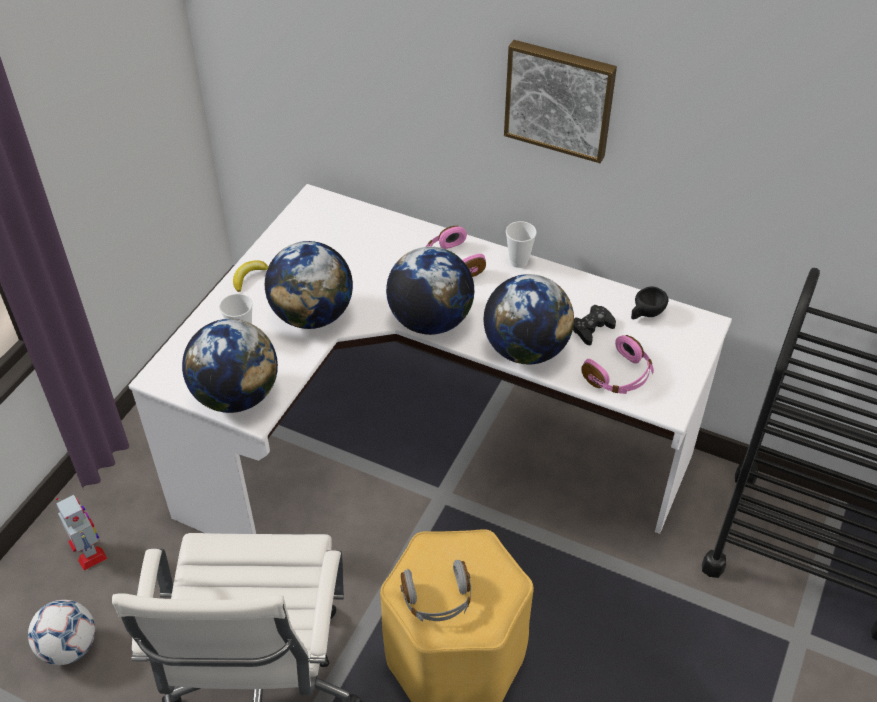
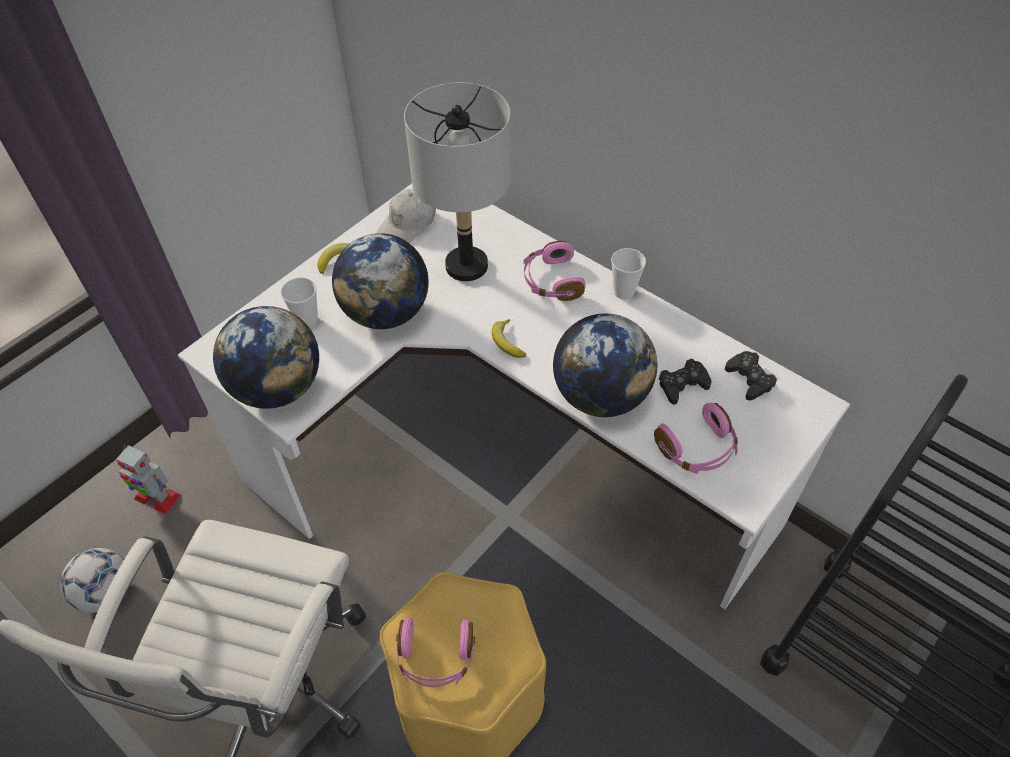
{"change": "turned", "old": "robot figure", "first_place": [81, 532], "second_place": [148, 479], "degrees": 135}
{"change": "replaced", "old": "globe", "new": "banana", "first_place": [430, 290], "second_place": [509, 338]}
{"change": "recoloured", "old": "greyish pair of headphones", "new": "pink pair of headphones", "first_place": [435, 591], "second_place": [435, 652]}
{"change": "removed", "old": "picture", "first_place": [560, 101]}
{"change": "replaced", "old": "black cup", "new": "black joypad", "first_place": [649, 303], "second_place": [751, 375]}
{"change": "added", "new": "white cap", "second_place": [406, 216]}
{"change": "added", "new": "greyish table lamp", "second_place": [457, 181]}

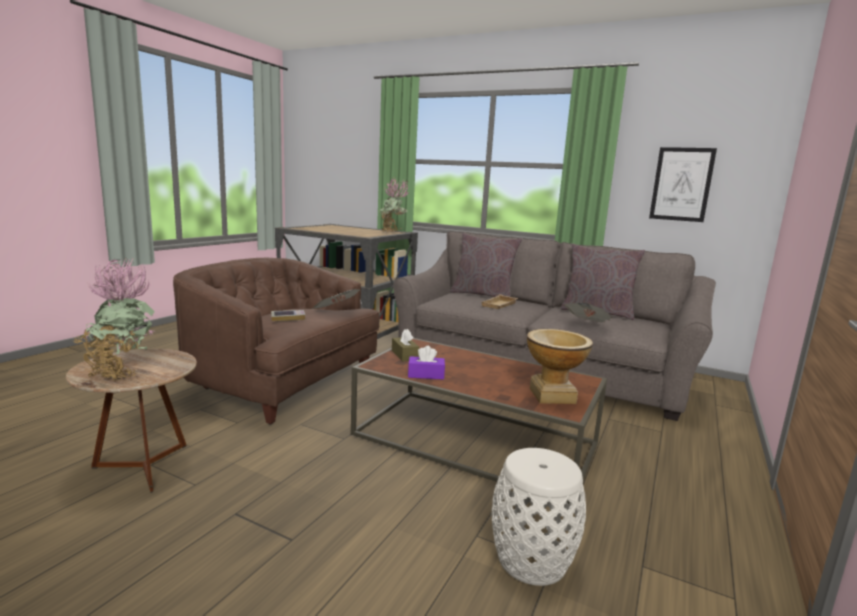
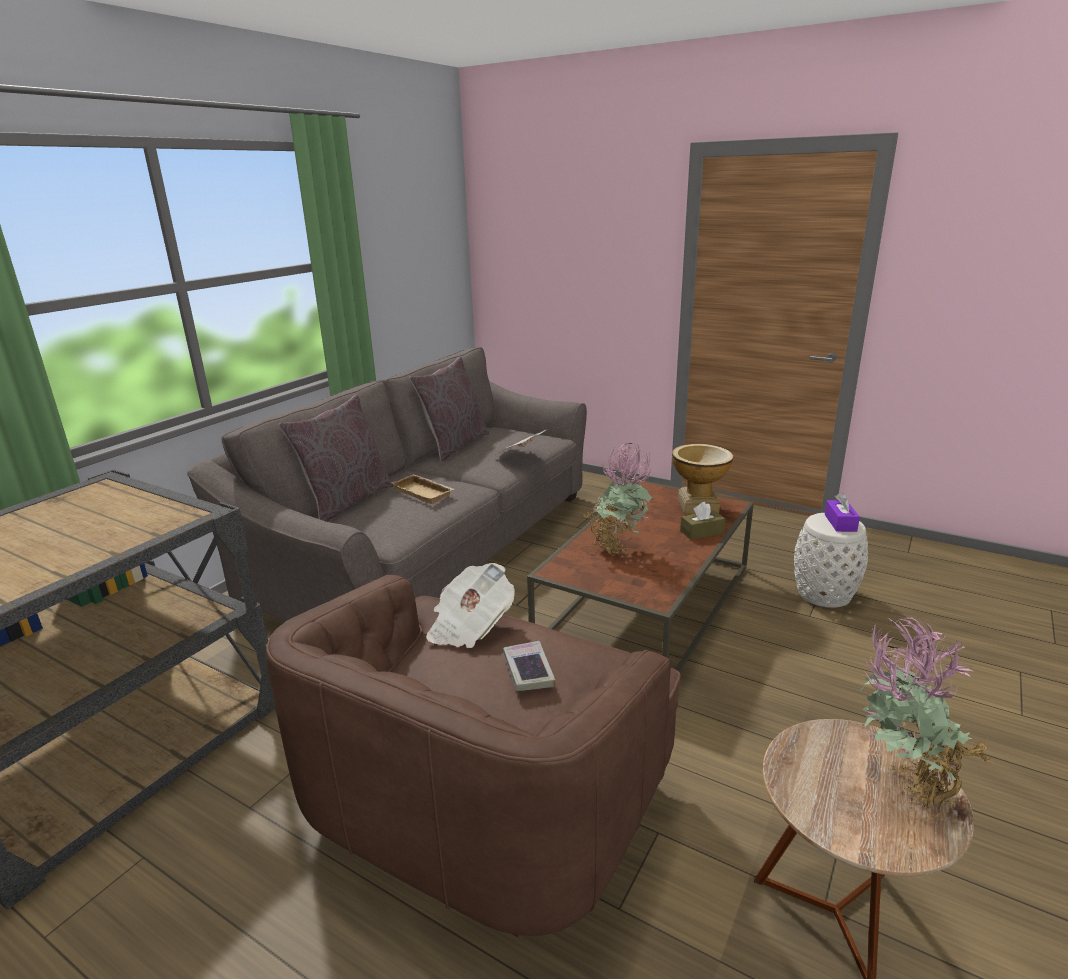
{"change": "moved", "old": "plant in a pot", "first_place": [393, 205], "second_place": [617, 499]}
{"change": "moved", "old": "brown box of tissues", "first_place": [405, 345], "second_place": [702, 521]}
{"change": "moved", "old": "purple-coloured box of tissues", "first_place": [426, 363], "second_place": [842, 512]}
{"change": "removed", "old": "picture", "first_place": [683, 184]}

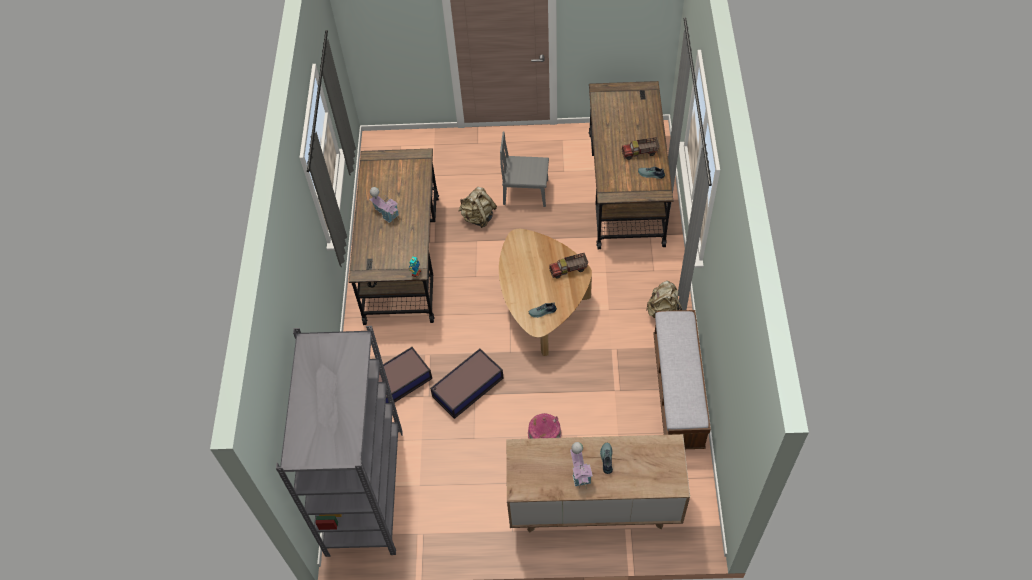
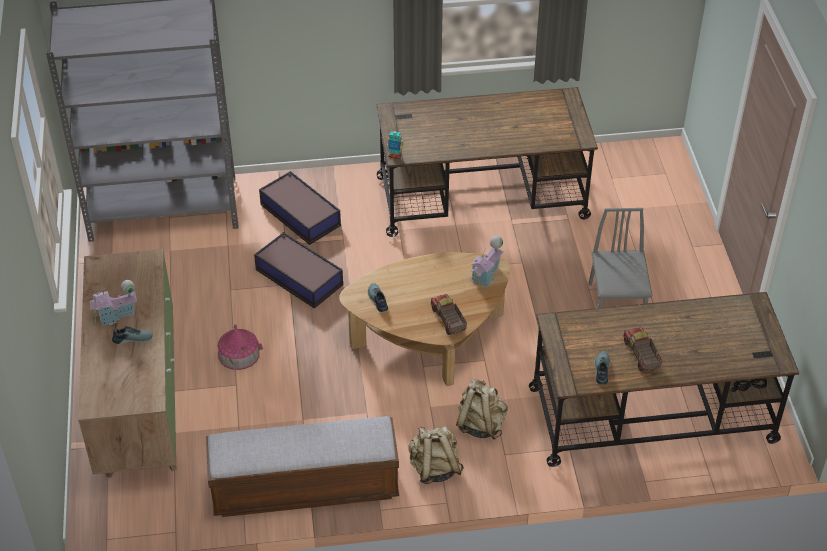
{"change": "moved", "old": "miniature house", "first_place": [384, 205], "second_place": [487, 262]}
{"change": "moved", "old": "beige-coloured rucksack", "first_place": [477, 207], "second_place": [482, 409]}

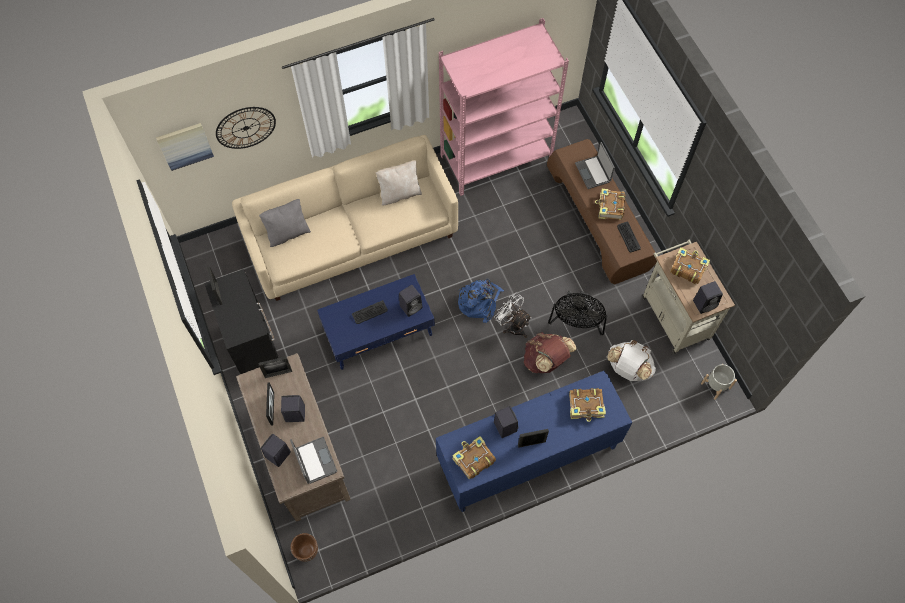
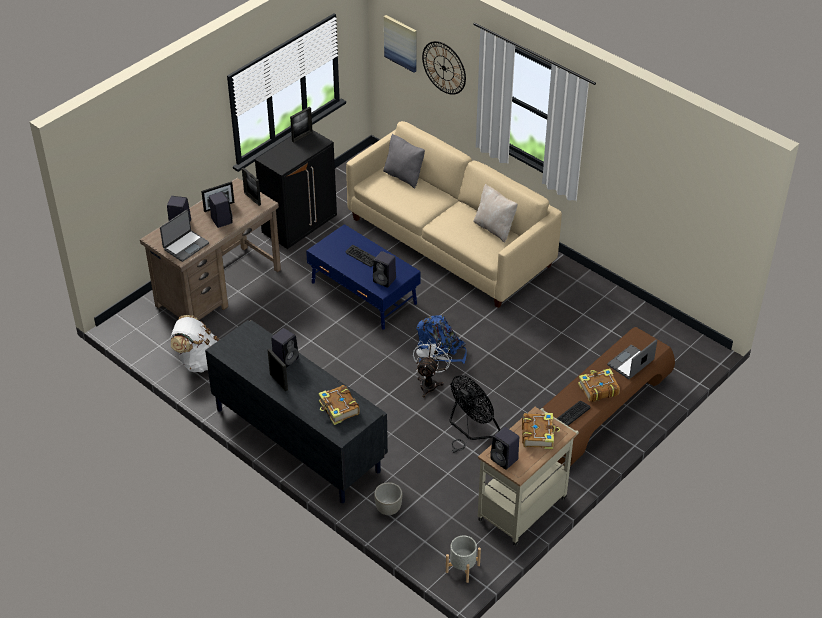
{"change": "removed", "old": "brown plant pot", "first_place": [304, 547]}
{"change": "recoloured", "old": "bluish cupboard", "new": "black cupboard", "first_place": [534, 441], "second_place": [296, 411]}
{"change": "removed", "old": "pink bookcase", "first_place": [504, 107]}
{"change": "removed", "old": "bound book", "first_place": [474, 458]}
{"change": "removed", "old": "brown rucksack", "first_place": [550, 352]}
{"change": "turned", "old": "black electric fan", "first_place": [578, 313], "second_place": [474, 414], "degrees": 150}
{"change": "moved", "old": "white rucksack", "first_place": [631, 360], "second_place": [195, 344]}
{"change": "added", "new": "greyish plant pot", "second_place": [388, 498]}

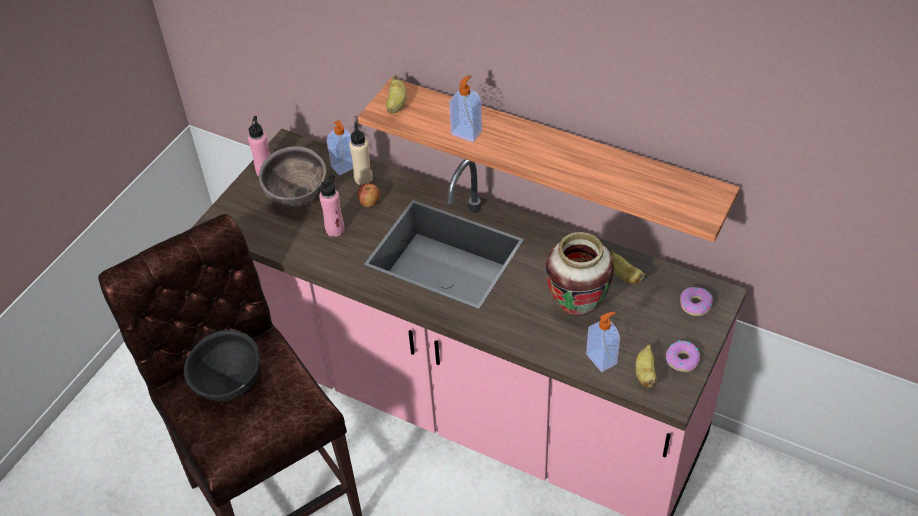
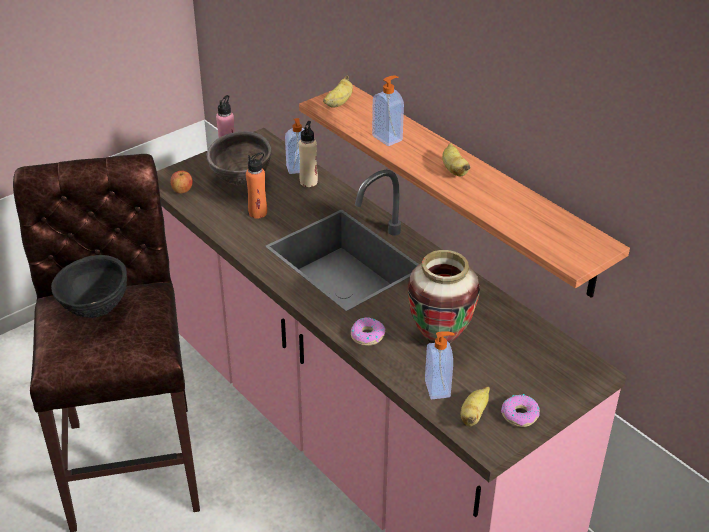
{"change": "recoloured", "old": "pink bottle", "new": "orange-coloured bottle", "first_place": [332, 206], "second_place": [256, 185]}
{"change": "moved", "old": "apple", "first_place": [368, 195], "second_place": [181, 182]}
{"change": "moved", "old": "banana", "first_place": [628, 267], "second_place": [456, 159]}
{"change": "moved", "old": "donut", "first_place": [696, 301], "second_place": [368, 332]}

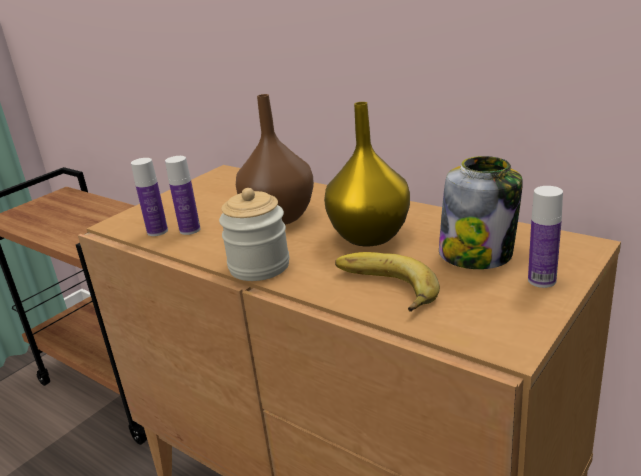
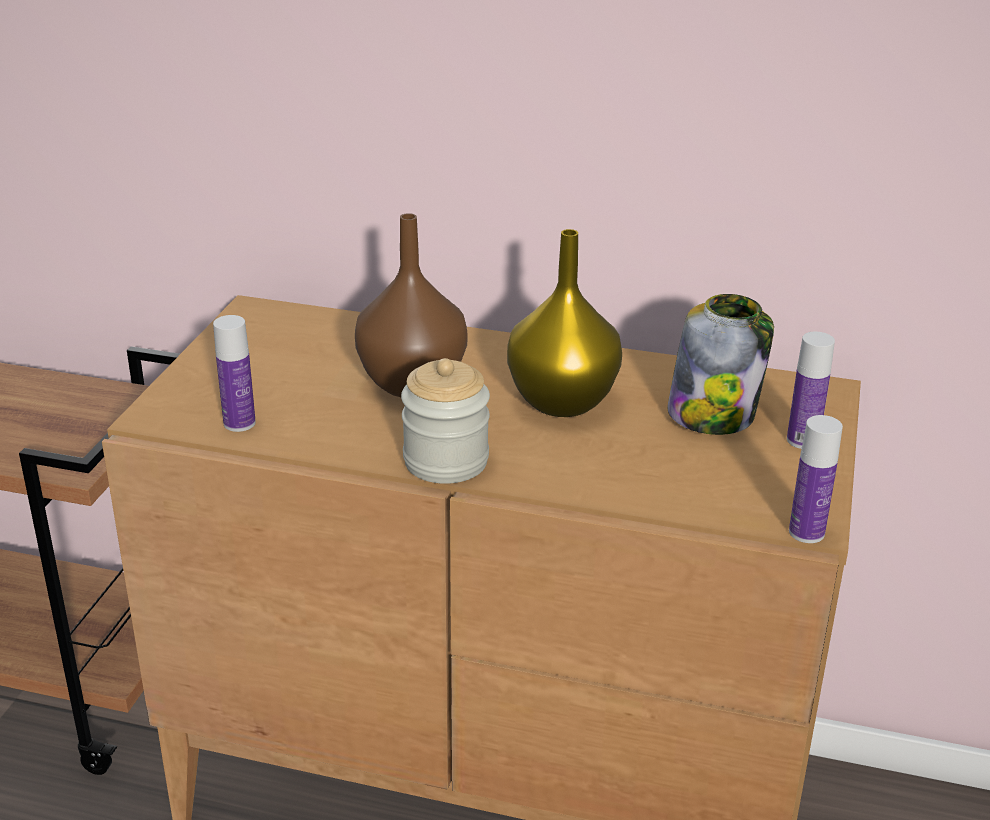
{"change": "moved", "old": "bottle", "first_place": [182, 195], "second_place": [816, 479]}
{"change": "removed", "old": "banana", "first_place": [387, 282]}

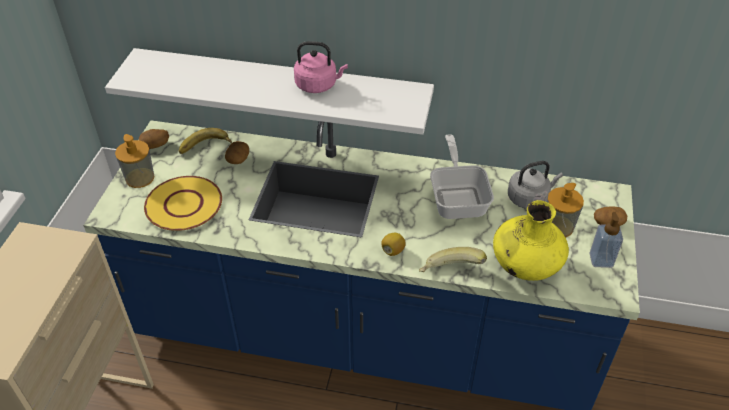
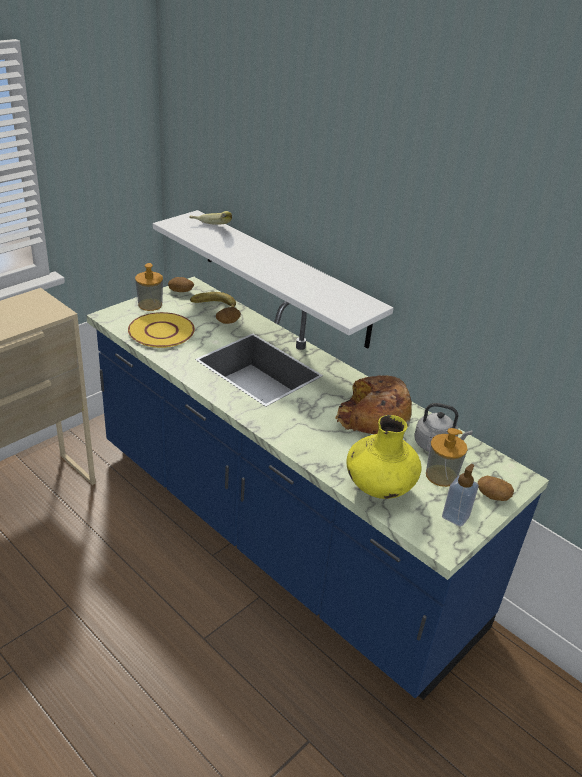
{"change": "removed", "old": "pink water kettle", "first_place": [321, 67]}
{"change": "removed", "old": "citrus fruit", "first_place": [393, 244]}
{"change": "moved", "old": "banana", "first_place": [453, 259], "second_place": [211, 218]}
{"change": "replaced", "old": "skillet", "new": "bakery bread", "first_place": [462, 176], "second_place": [373, 404]}

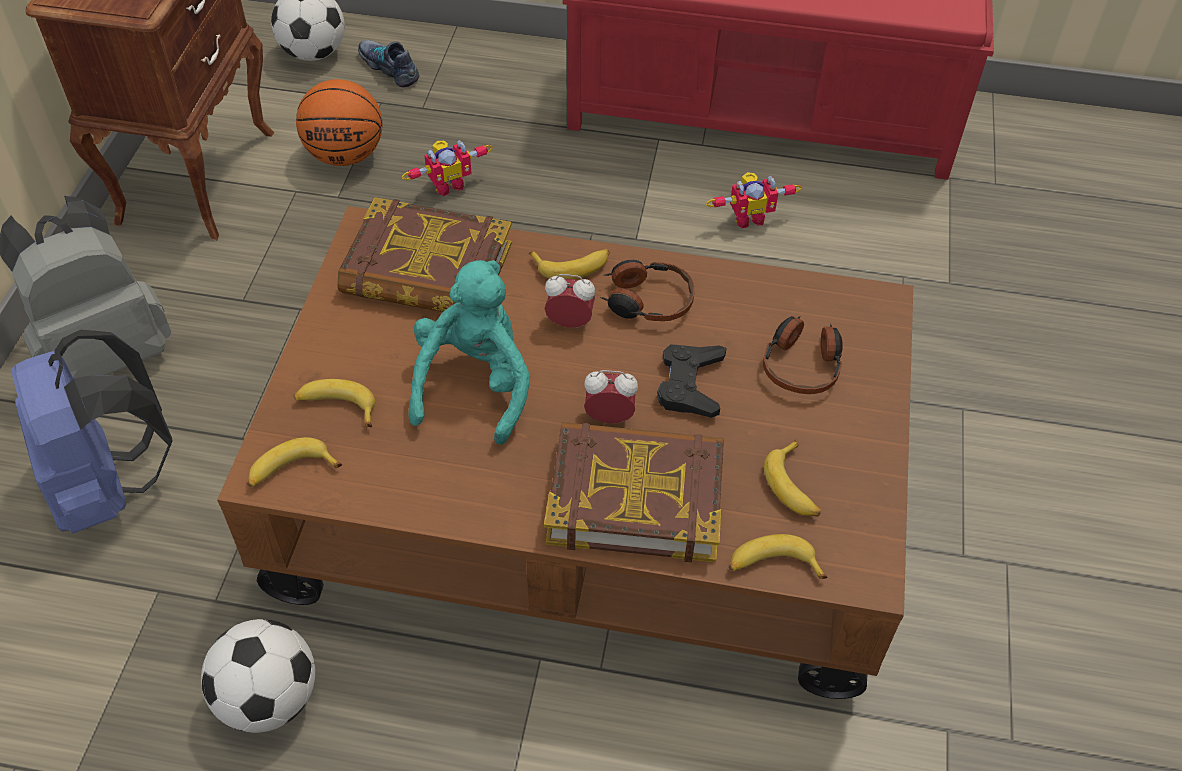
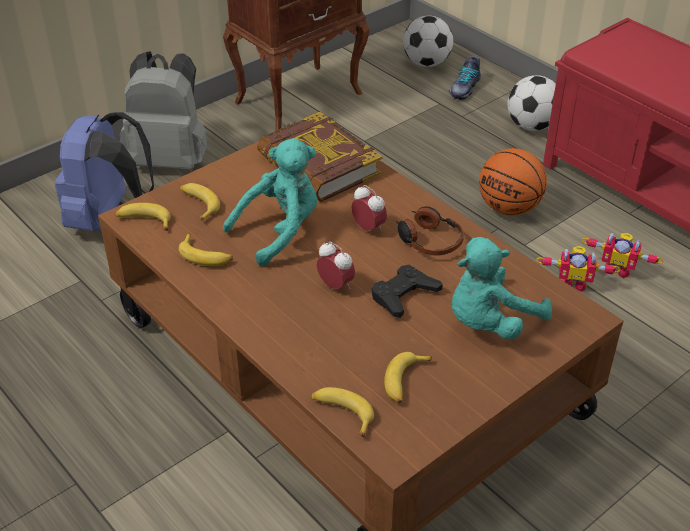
{"change": "moved", "old": "ball for football", "first_place": [258, 676], "second_place": [531, 103]}
{"change": "moved", "old": "basketball", "first_place": [339, 122], "second_place": [513, 181]}
{"change": "turned", "old": "low shoe", "first_place": [388, 63], "second_place": [465, 78], "degrees": -150}
{"change": "moved", "old": "robot figure", "first_place": [447, 168], "second_place": [578, 269]}
{"change": "moved", "old": "banana", "first_place": [569, 264], "second_place": [206, 249]}
{"change": "removed", "old": "bound book", "first_place": [634, 492]}
{"change": "replaced", "old": "pair of headphones", "new": "turquoise-coloured soft toy", "first_place": [803, 355], "second_place": [502, 288]}

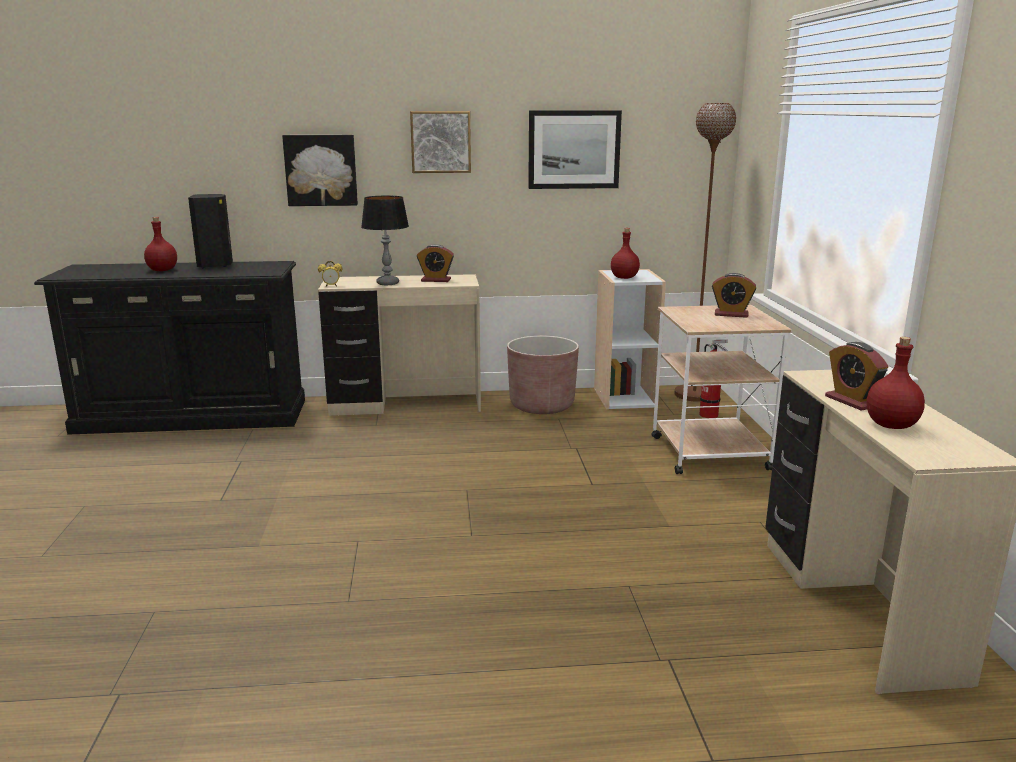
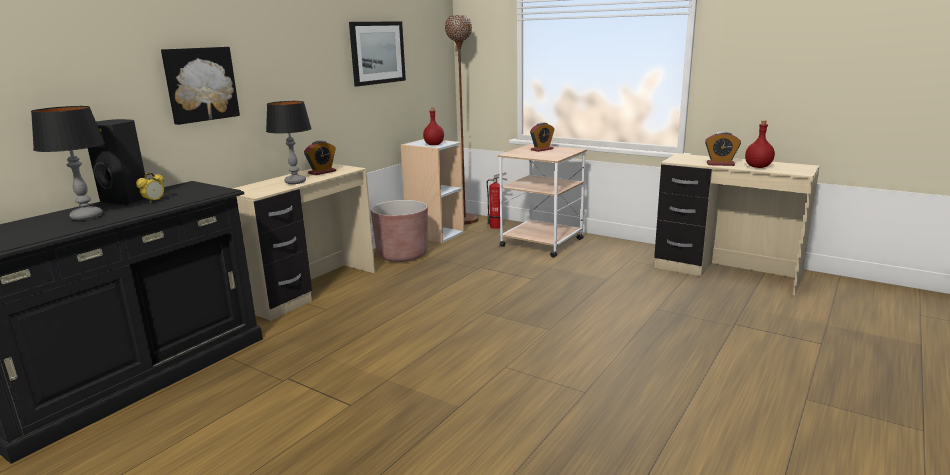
{"change": "replaced", "old": "red bottle", "new": "table lamp", "first_place": [160, 244], "second_place": [68, 163]}
{"change": "moved", "old": "bedside clock", "first_place": [330, 274], "second_place": [150, 187]}
{"change": "removed", "old": "picture", "first_place": [440, 142]}

